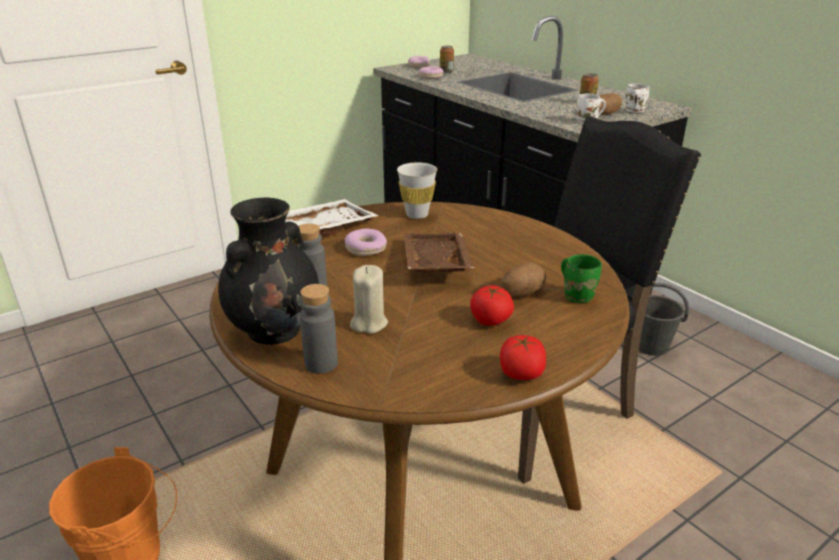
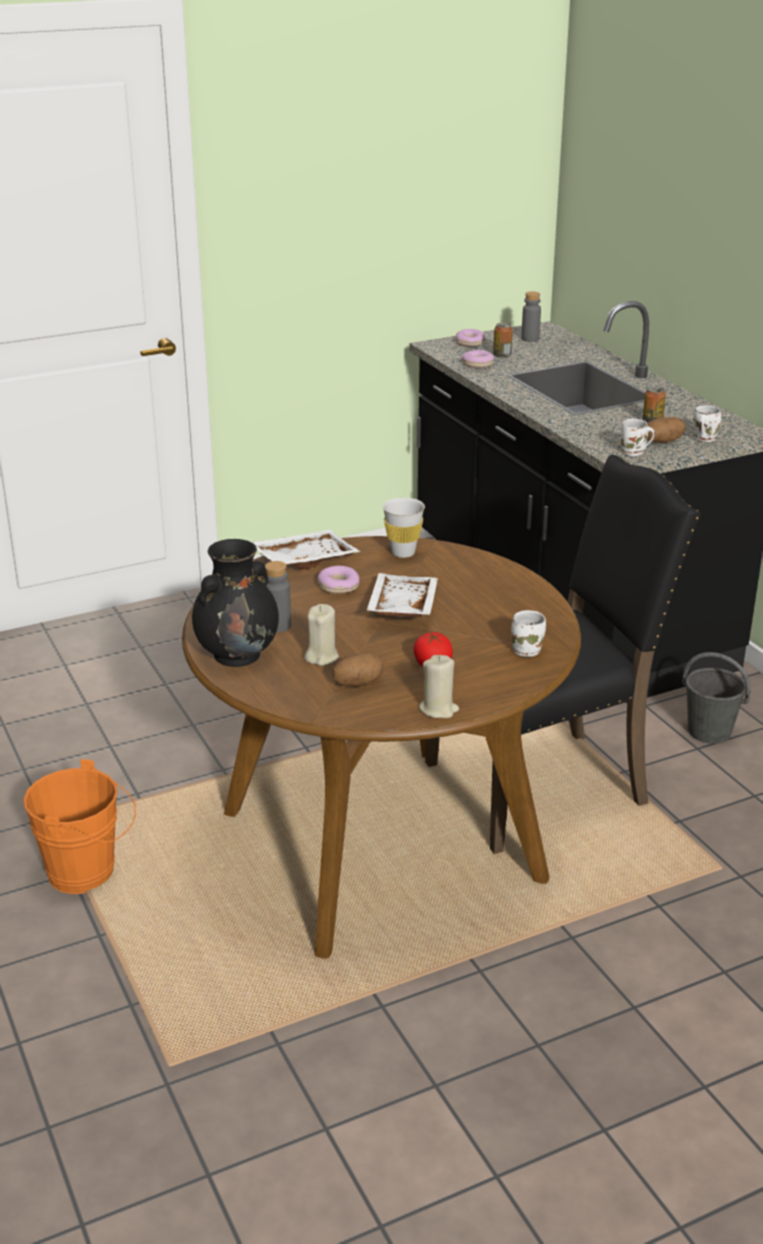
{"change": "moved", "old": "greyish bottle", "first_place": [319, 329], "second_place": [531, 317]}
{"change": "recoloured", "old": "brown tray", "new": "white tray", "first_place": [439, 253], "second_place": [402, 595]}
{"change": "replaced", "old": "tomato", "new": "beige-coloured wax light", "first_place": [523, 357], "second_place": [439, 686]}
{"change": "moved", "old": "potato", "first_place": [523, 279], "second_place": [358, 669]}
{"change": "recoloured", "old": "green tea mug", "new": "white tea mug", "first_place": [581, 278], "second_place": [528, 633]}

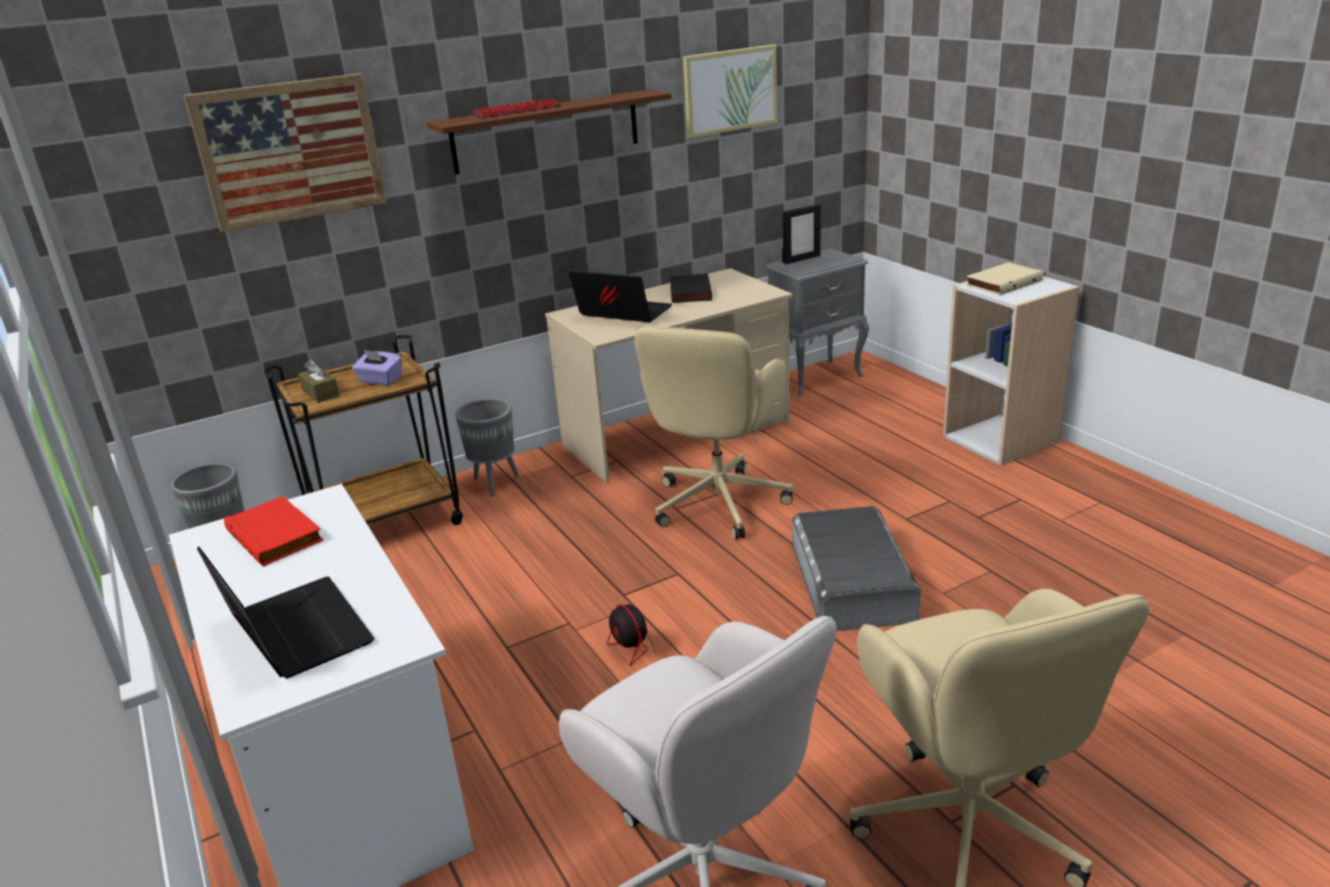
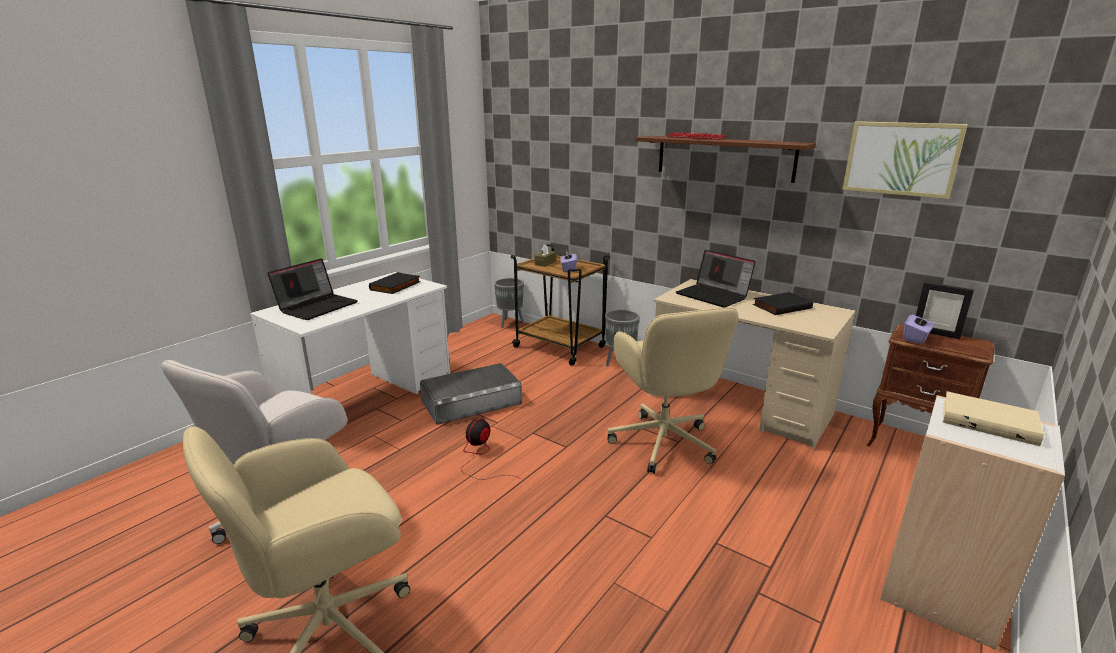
{"change": "removed", "old": "picture", "first_place": [285, 153]}
{"change": "recoloured", "old": "red bound book", "new": "black bound book", "first_place": [273, 531], "second_place": [395, 283]}
{"change": "turned", "old": "portable computer", "first_place": [620, 296], "second_place": [716, 279], "degrees": 135}
{"change": "turned", "old": "beige-coloured desk chair", "first_place": [714, 432], "second_place": [672, 390], "degrees": -105}
{"change": "recoloured", "old": "greyish nightstand", "new": "brown nightstand", "first_place": [817, 323], "second_place": [930, 385]}
{"change": "moved", "old": "greyish storage container", "first_place": [856, 568], "second_place": [471, 394]}
{"change": "added", "new": "purple-coloured box of tissues", "second_place": [918, 328]}

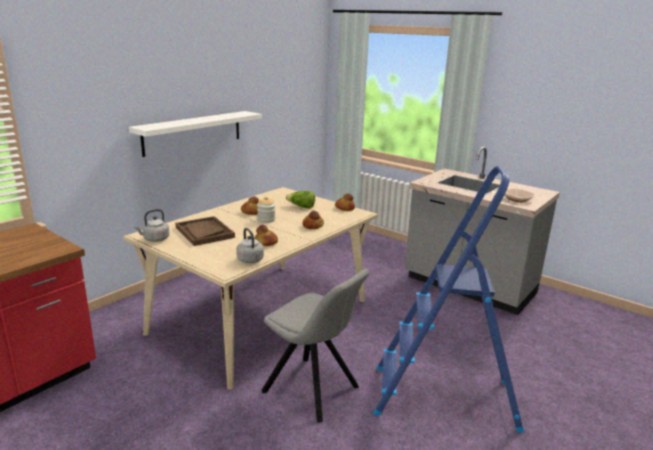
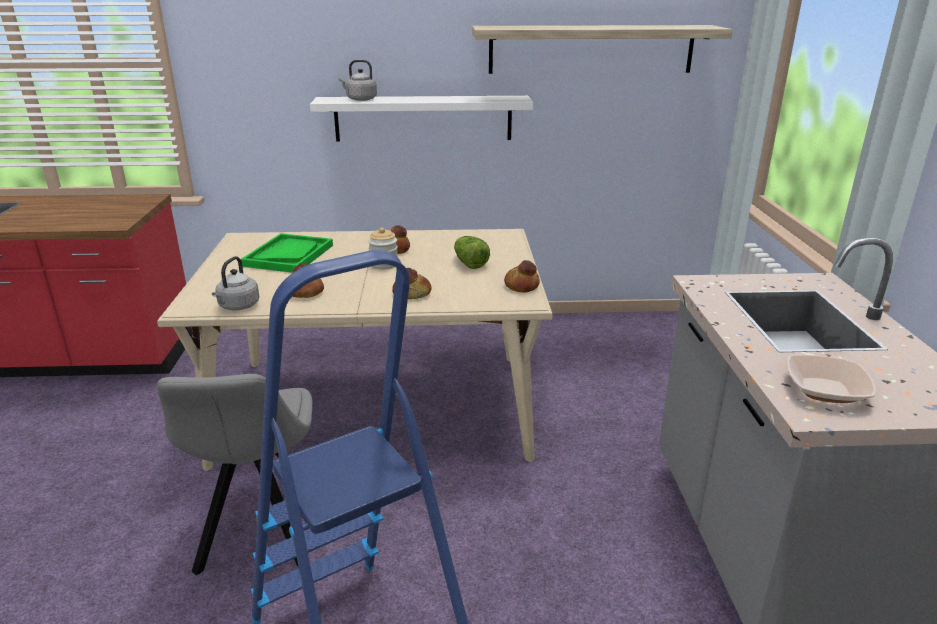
{"change": "moved", "old": "greyish water kettle", "first_place": [151, 225], "second_place": [358, 80]}
{"change": "recoloured", "old": "brown tray", "new": "green tray", "first_place": [205, 231], "second_place": [287, 253]}
{"change": "added", "new": "shelf", "second_place": [602, 49]}

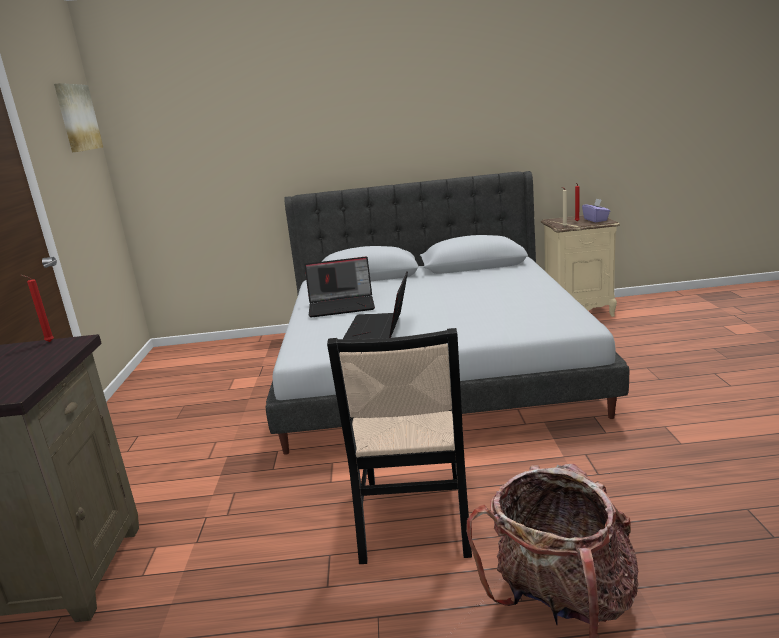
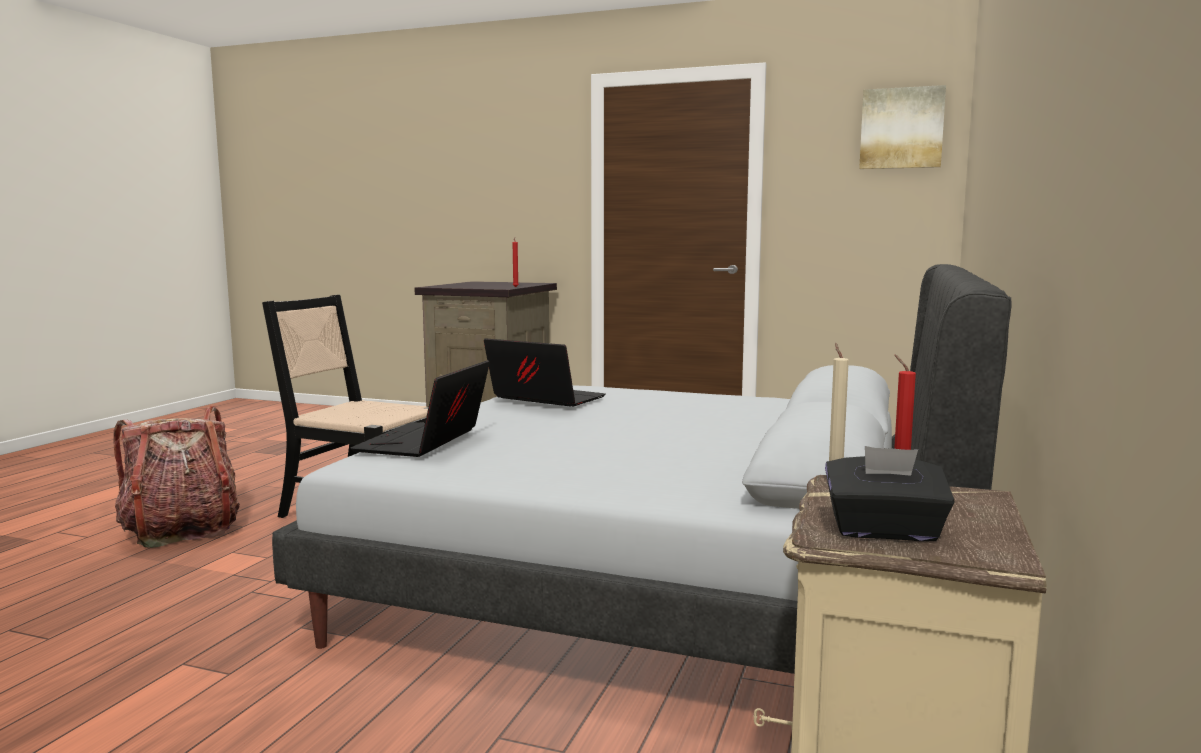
{"change": "moved", "old": "portable computer", "first_place": [339, 287], "second_place": [420, 408]}
{"change": "recoloured", "old": "purple-coloured box of tissues", "new": "black box of tissues", "first_place": [596, 210], "second_place": [890, 493]}

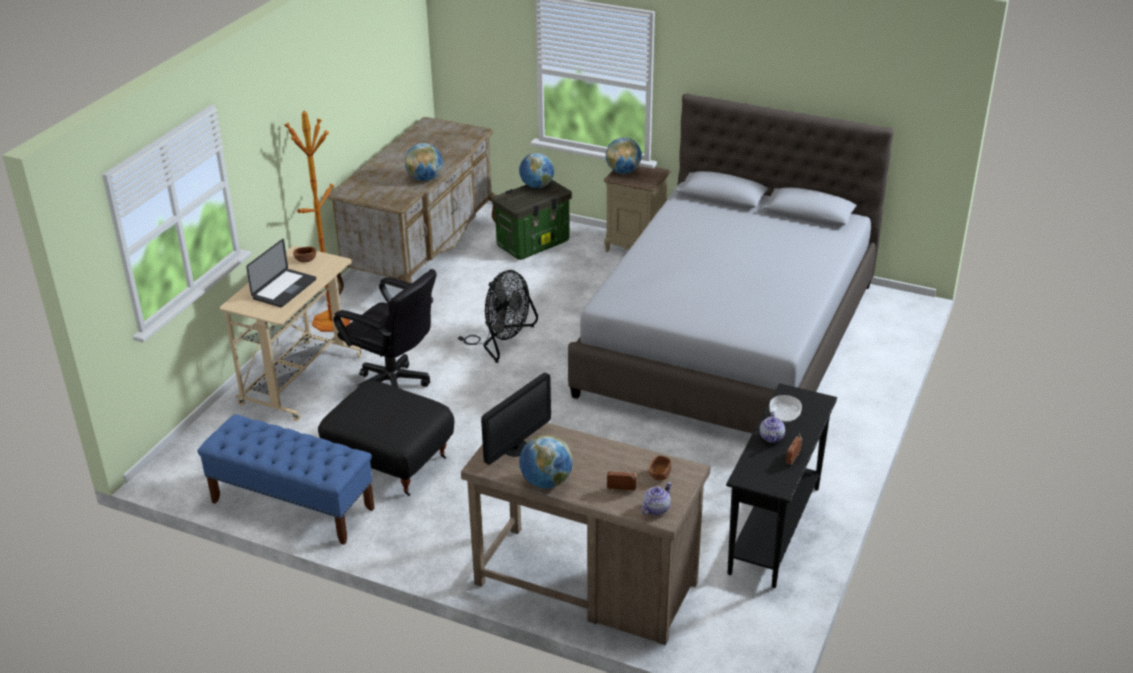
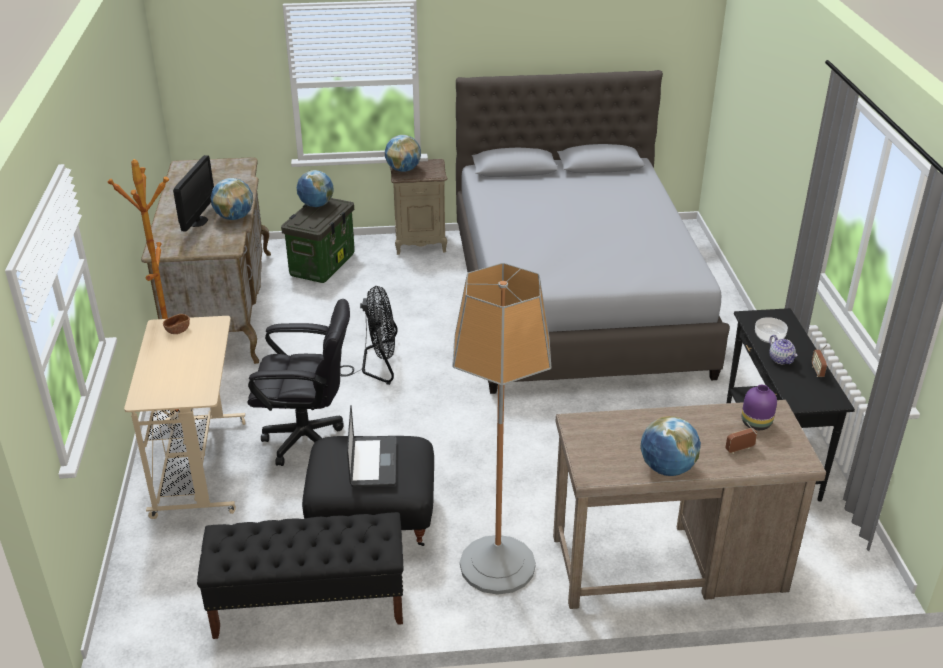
{"change": "recoloured", "old": "bluish indoor bench", "new": "black indoor bench", "first_place": [286, 479], "second_place": [300, 575]}
{"change": "moved", "old": "portable computer", "first_place": [281, 273], "second_place": [372, 446]}
{"change": "moved", "old": "monitor", "first_place": [516, 419], "second_place": [193, 193]}
{"change": "removed", "old": "tea pot", "first_place": [656, 498]}
{"change": "replaced", "old": "brown serving bowl", "new": "purple-coloured decorative vase", "first_place": [660, 468], "second_place": [759, 407]}
{"change": "added", "new": "standing lamp", "second_place": [501, 429]}

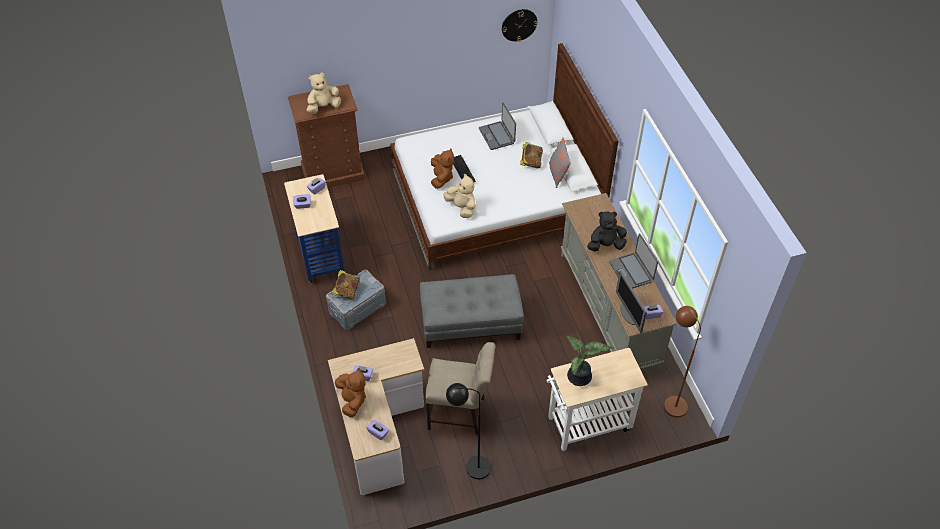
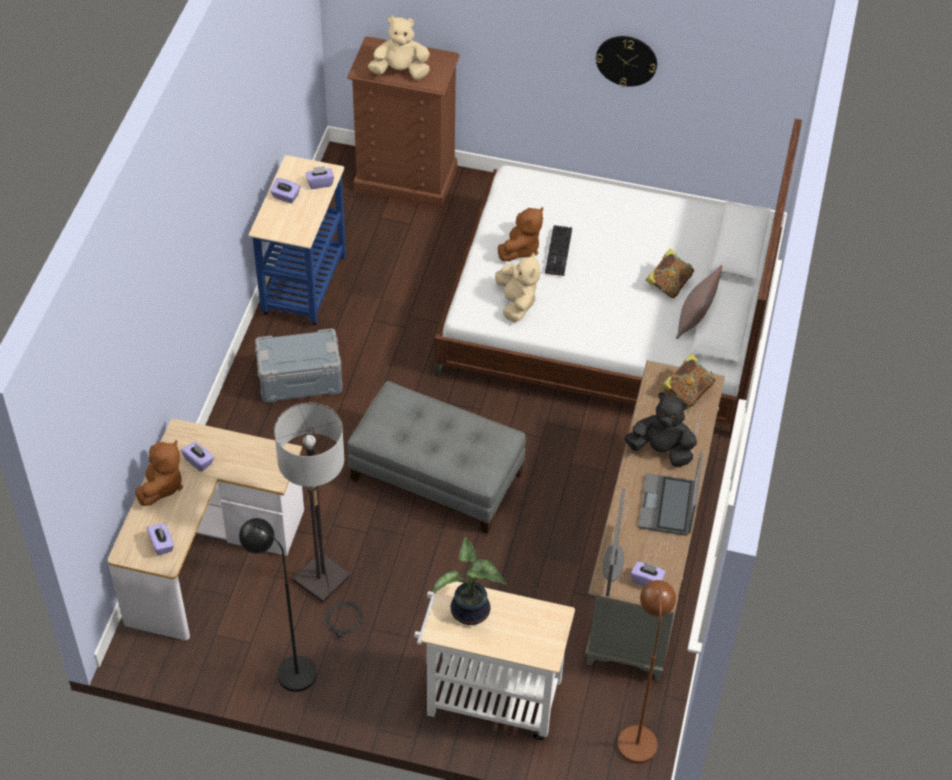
{"change": "moved", "old": "bound book", "first_place": [346, 284], "second_place": [689, 381]}
{"change": "replaced", "old": "beige-coloured upright chair", "new": "standing lamp", "first_place": [460, 388], "second_place": [318, 521]}
{"change": "removed", "old": "portable computer", "first_place": [497, 126]}
{"change": "moved", "old": "clock on the wall", "first_place": [519, 25], "second_place": [626, 61]}

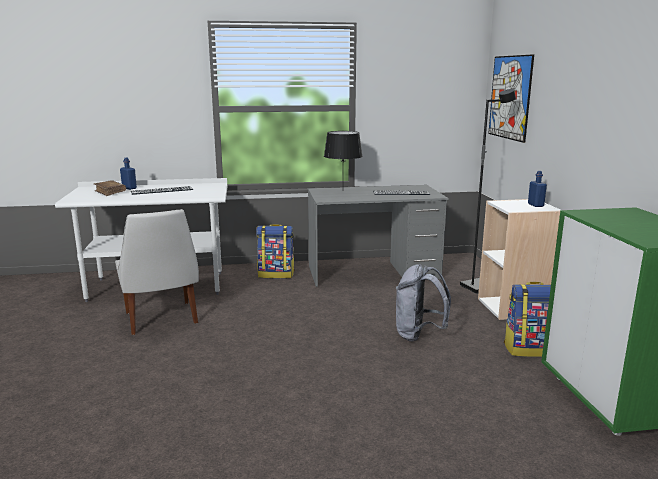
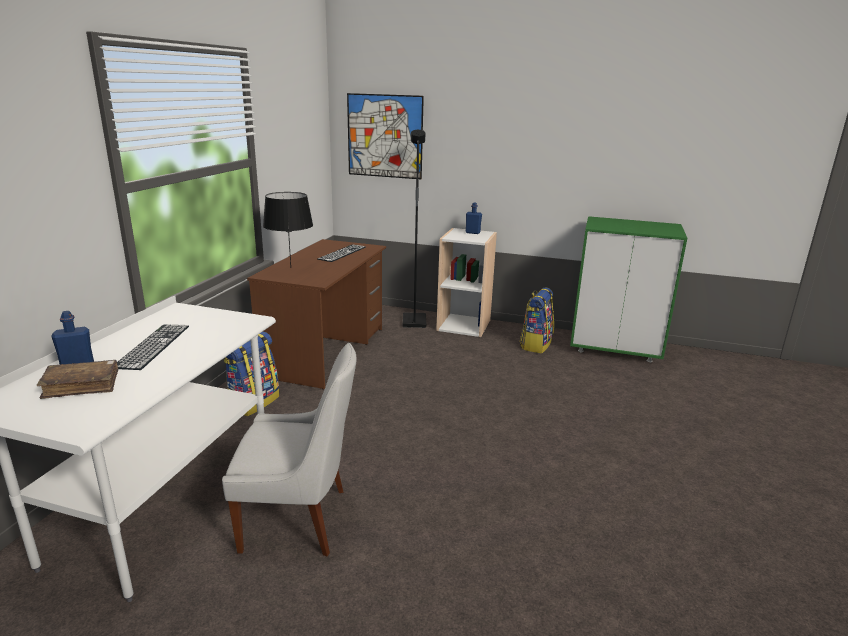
{"change": "recoloured", "old": "greyish desk", "new": "brown desk", "first_place": [378, 236], "second_place": [316, 314]}
{"change": "removed", "old": "greyish rucksack", "first_place": [423, 303]}

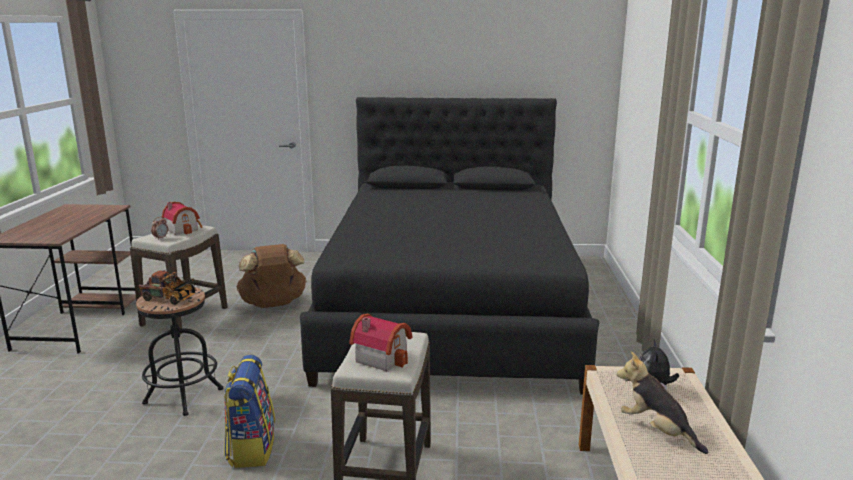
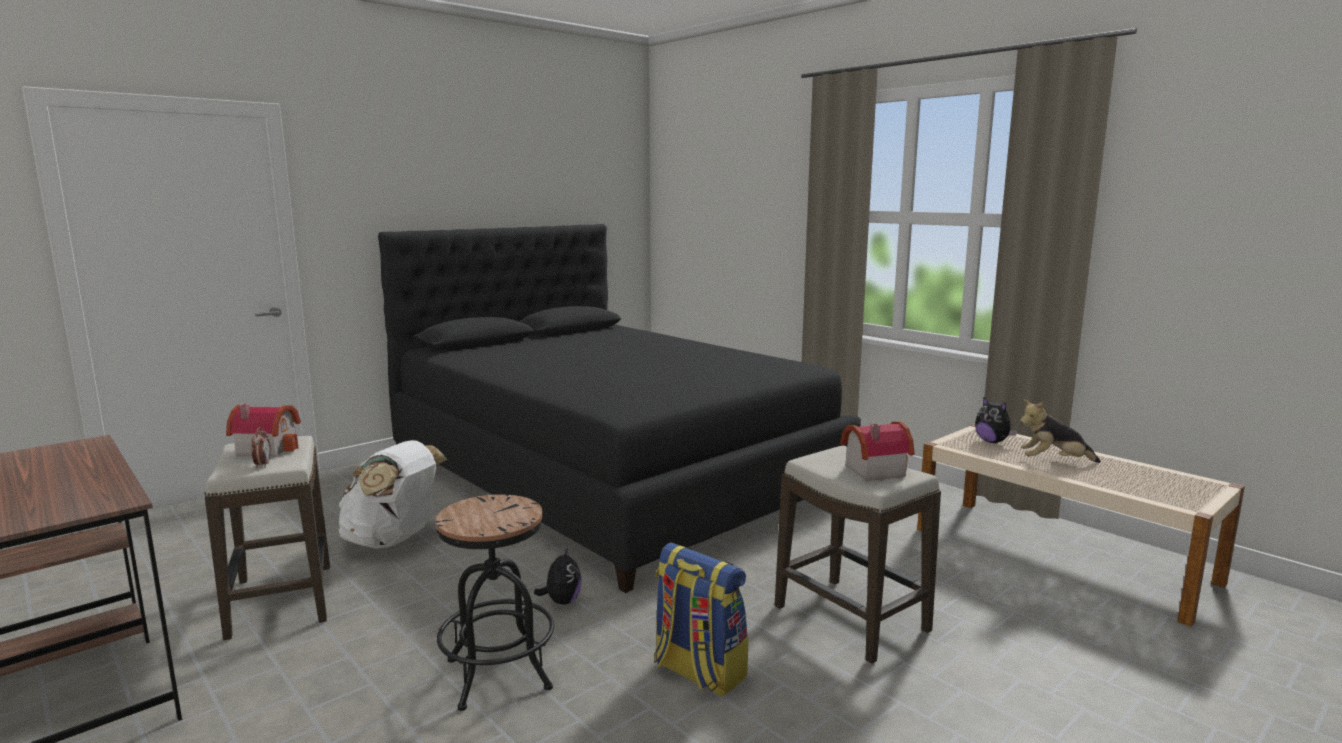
{"change": "removed", "old": "toy lorry", "first_place": [168, 287]}
{"change": "recoloured", "old": "brown rucksack", "new": "white rucksack", "first_place": [271, 276], "second_place": [393, 494]}
{"change": "added", "new": "soft toy", "second_place": [558, 576]}

